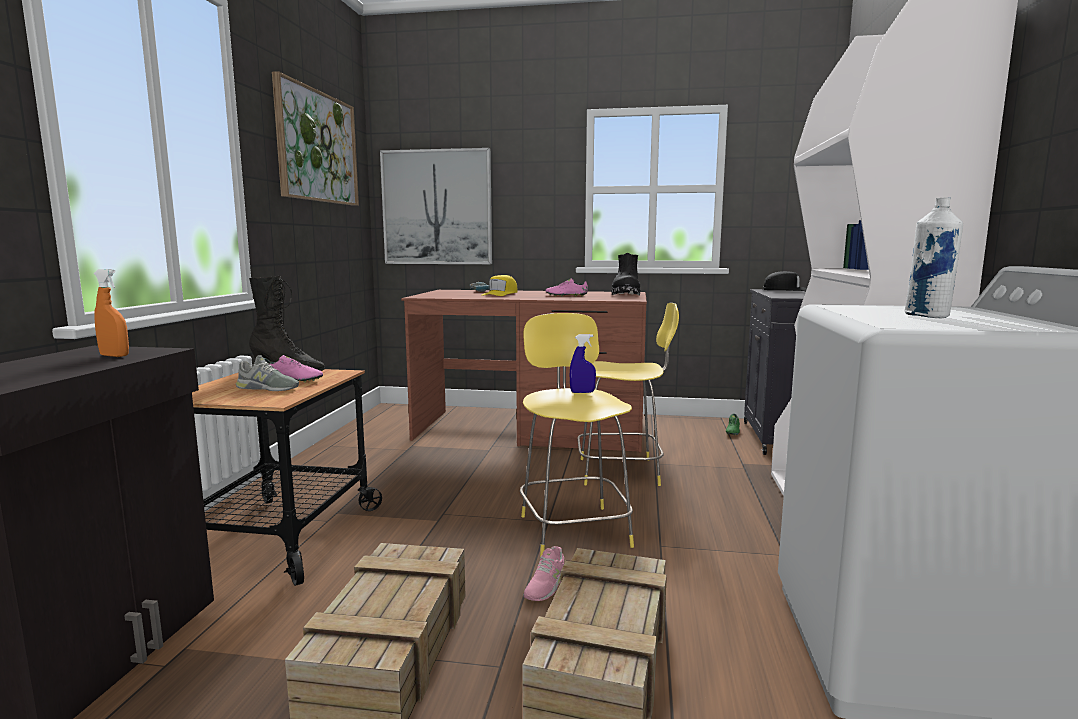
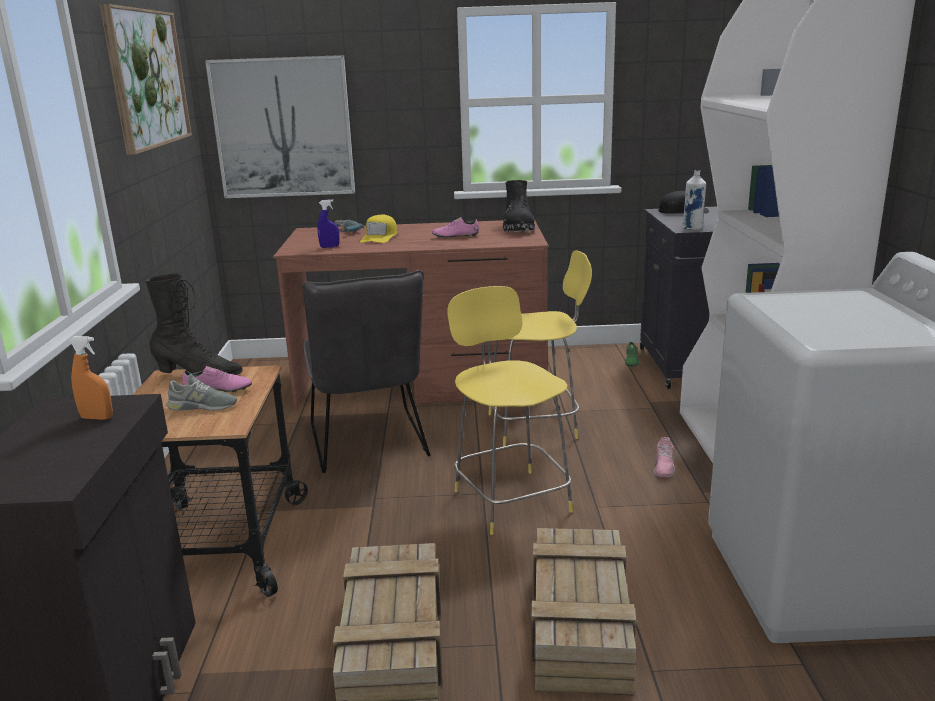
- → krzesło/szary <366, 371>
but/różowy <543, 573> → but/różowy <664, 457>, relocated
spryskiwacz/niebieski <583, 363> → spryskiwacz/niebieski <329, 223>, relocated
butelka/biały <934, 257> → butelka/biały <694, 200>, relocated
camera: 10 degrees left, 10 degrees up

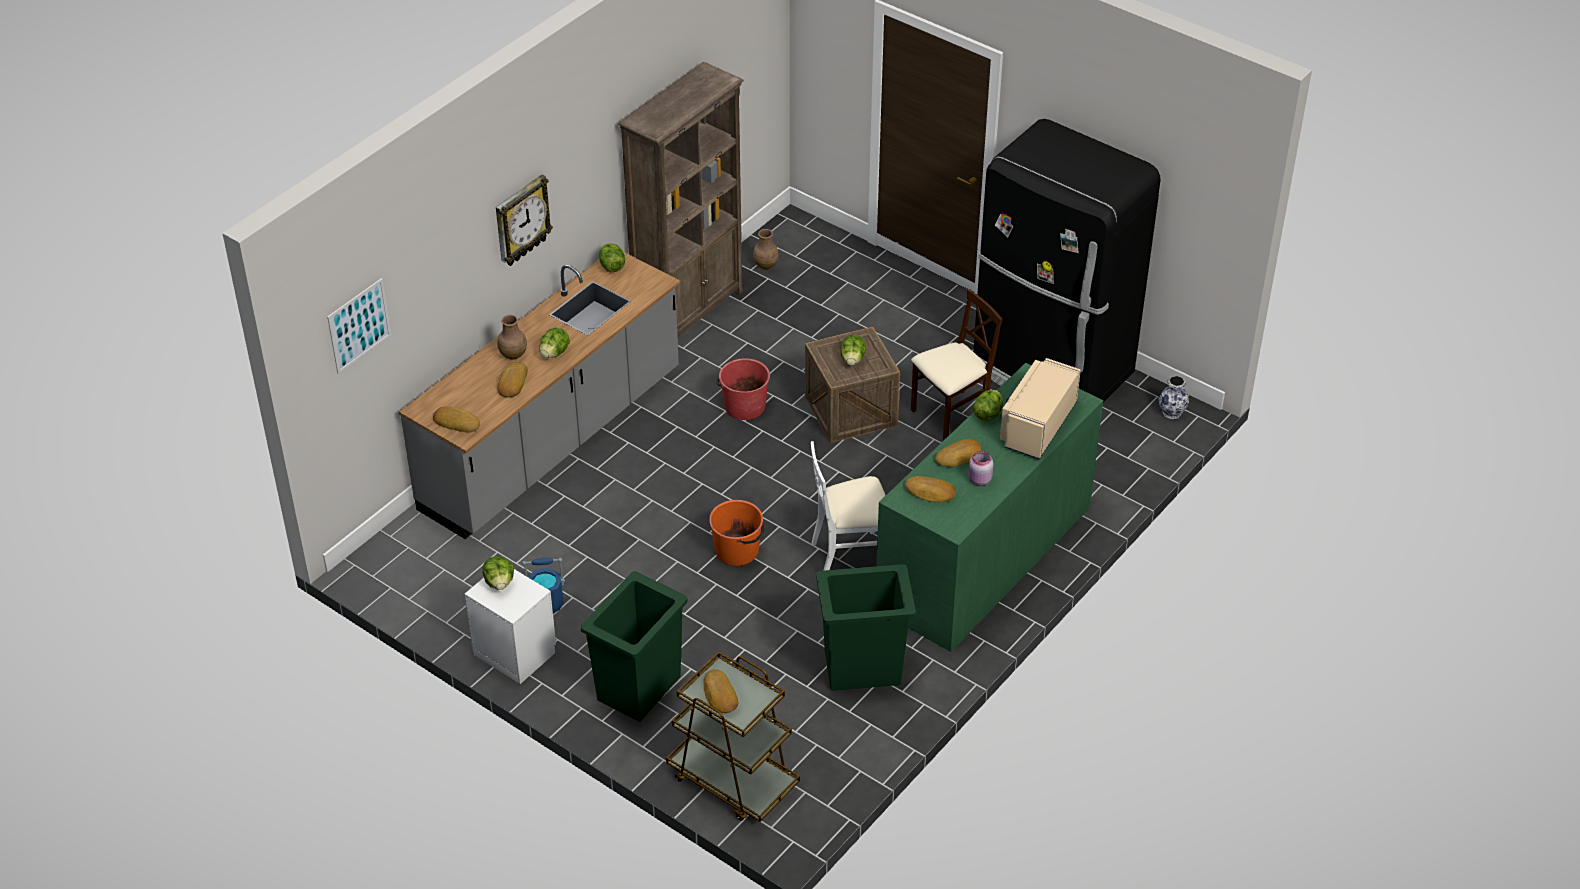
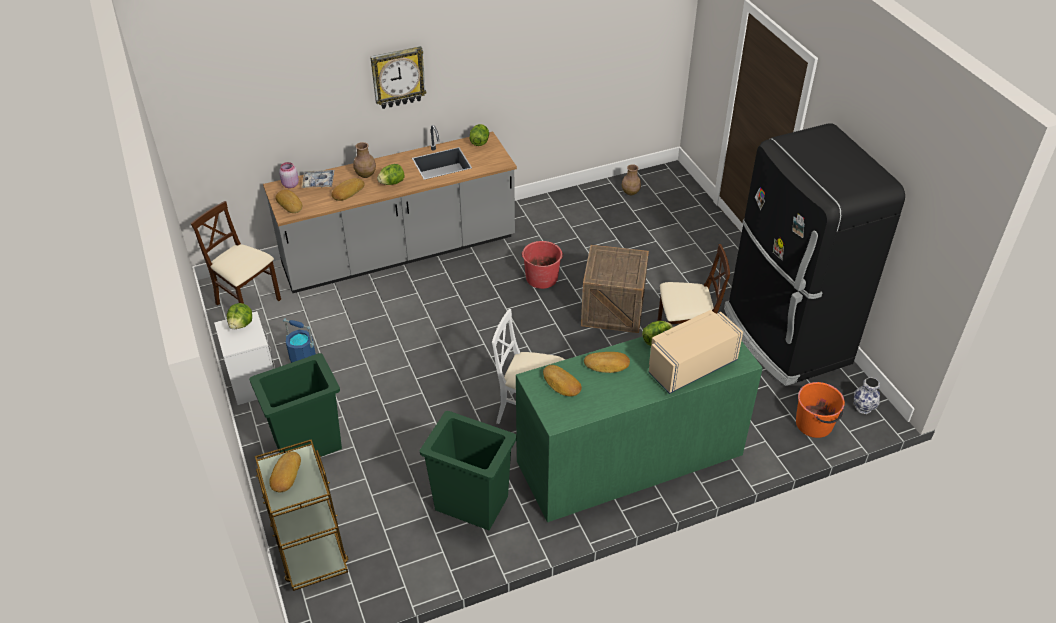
obraz <359, 326> → -
regał/brązowy <681, 199> → -
sałata <853, 350> → -
- → krzesło/beżowy <236, 253>
- → taca <317, 179>
wiadro/pomarańczowy <736, 533> → wiadro/pomarańczowy <820, 410>, relocated
słoik/różowy <980, 468> → słoik/różowy <289, 175>, relocated
camera: 30 degrees right, 0 degrees up

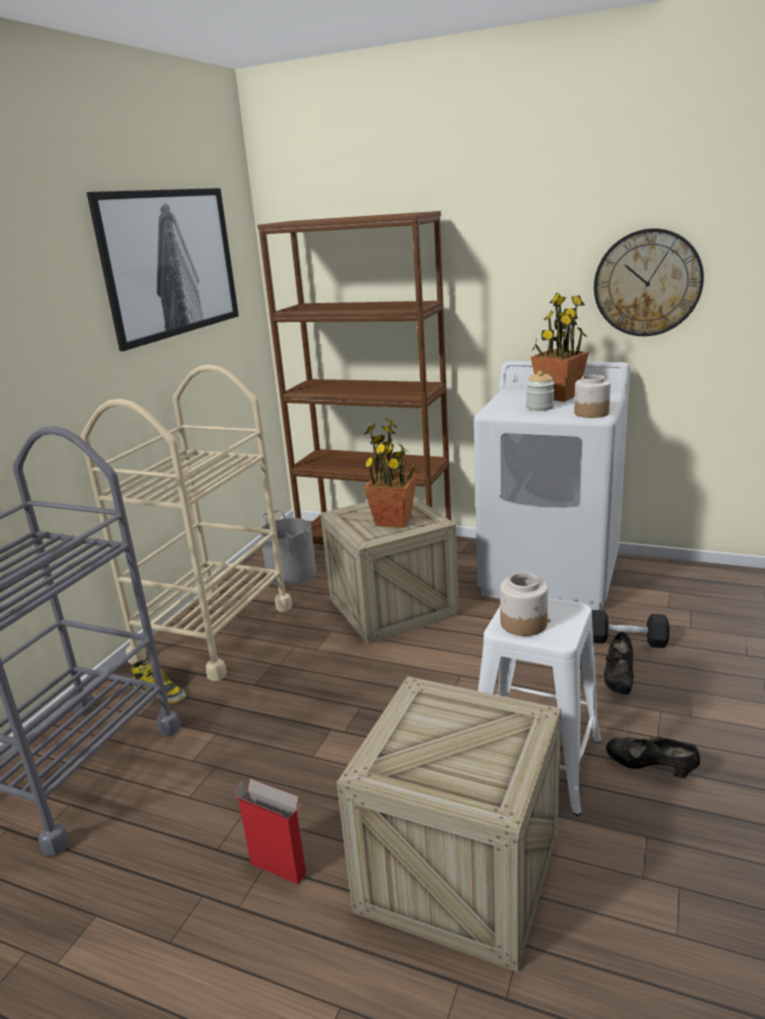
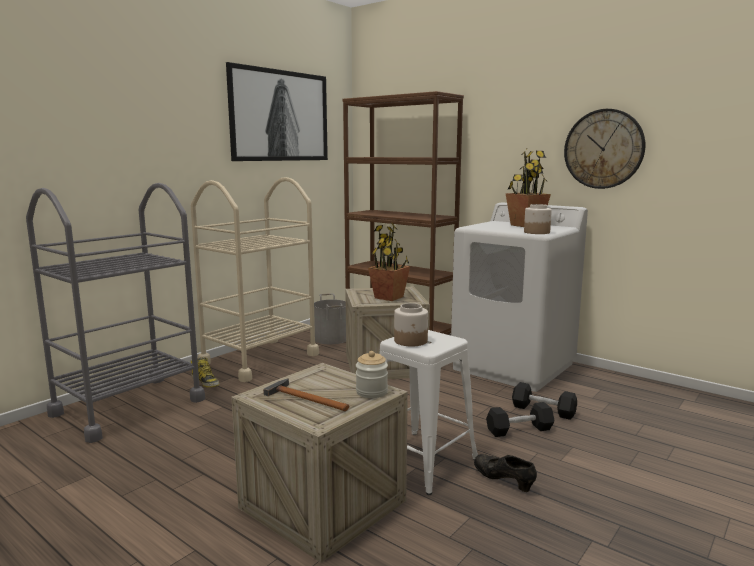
karton <269, 832> → -
- → młotek <306, 394>
słoik <540, 391> → słoik <372, 374>, relocated
but/czarny <619, 663> → hantel/czarny <520, 419>
camera: 15 degrees right, 10 degrees down

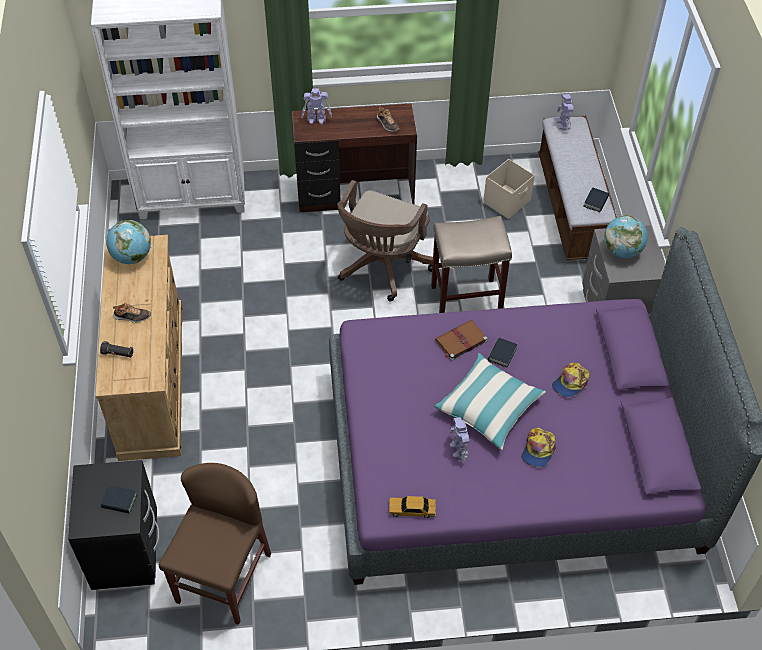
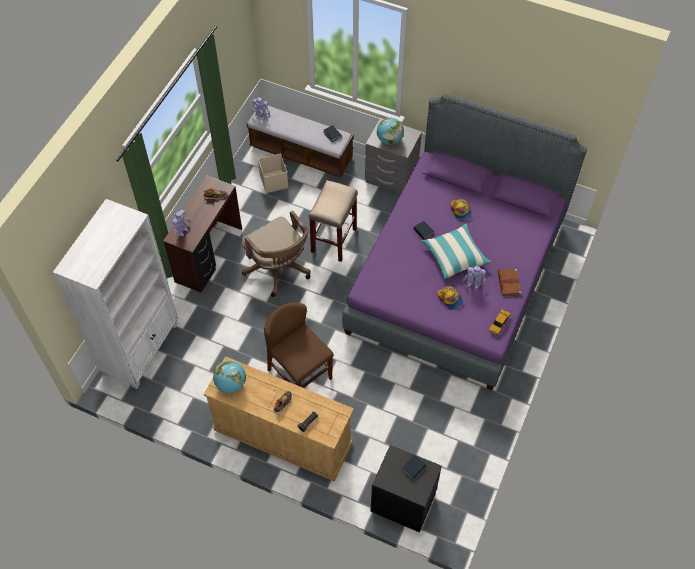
krzesło/brązowy <215, 544> → krzesło/brązowy <298, 345>, relocated
książka/brązowy <461, 340> → książka/brązowy <509, 283>, relocated
czapka z daszkiem <538, 447> → czapka z daszkiem <450, 298>, relocated
camera: 60 degrees left, 5 degrees up

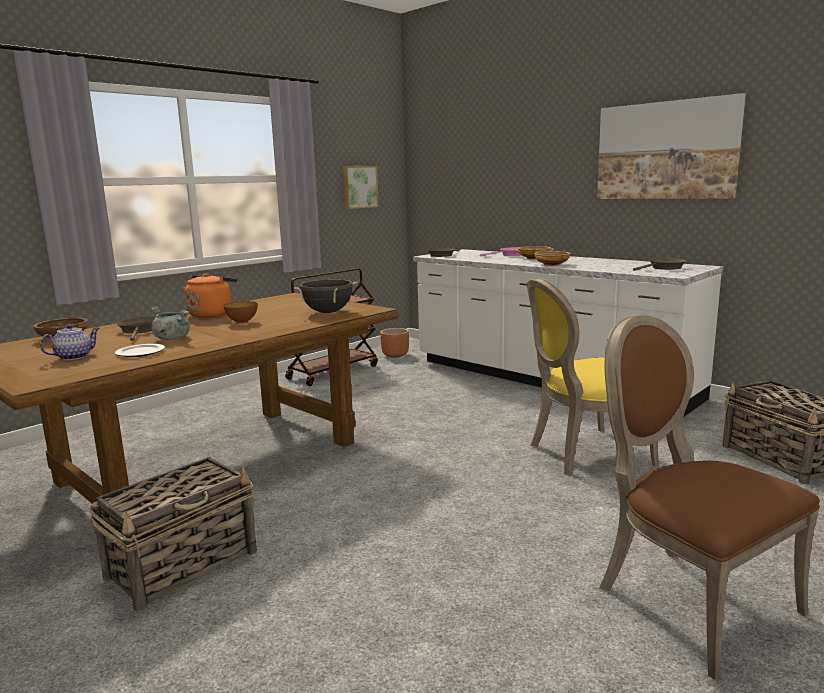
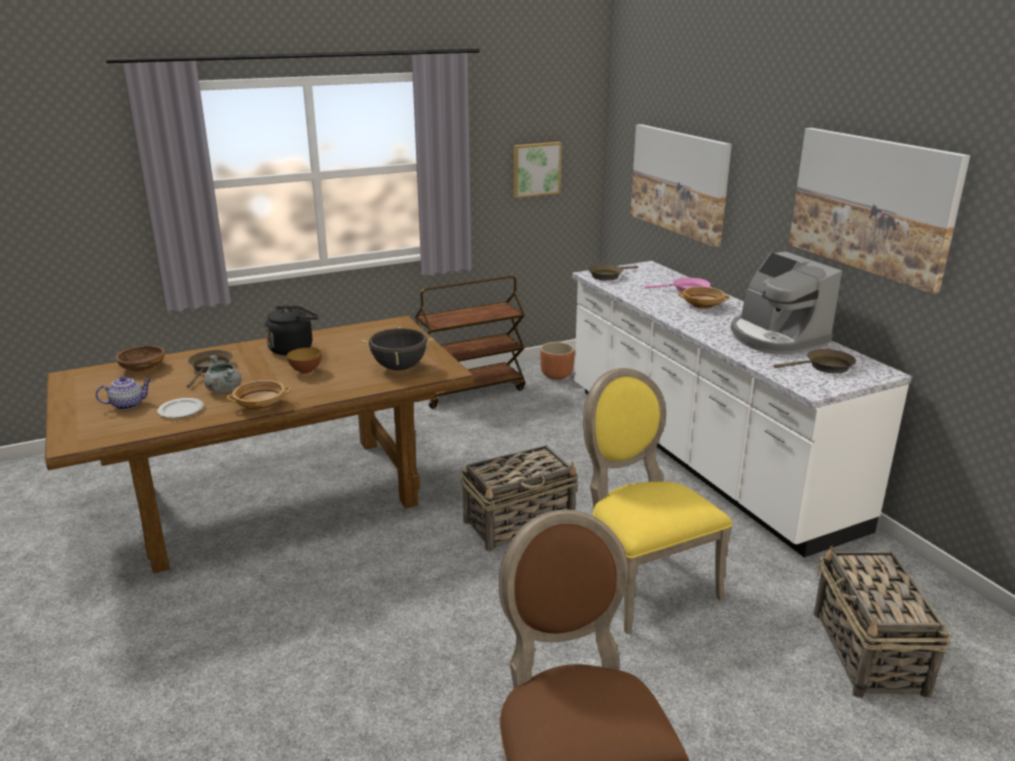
- → obraz <681, 185>
- → ekspres do kawy <786, 302>
koszyk <173, 534> → koszyk <519, 498>, relocated
miska/beżowy <552, 258> → miska/beżowy <259, 395>, relocated
czajnik/pomarańczowy <210, 295> → czajnik/czarny <292, 330>
krzesło/żółty <593, 376> → krzesło/żółty <657, 501>, 60 degrees clockwise
camera: 20 degrees right, 10 degrees up

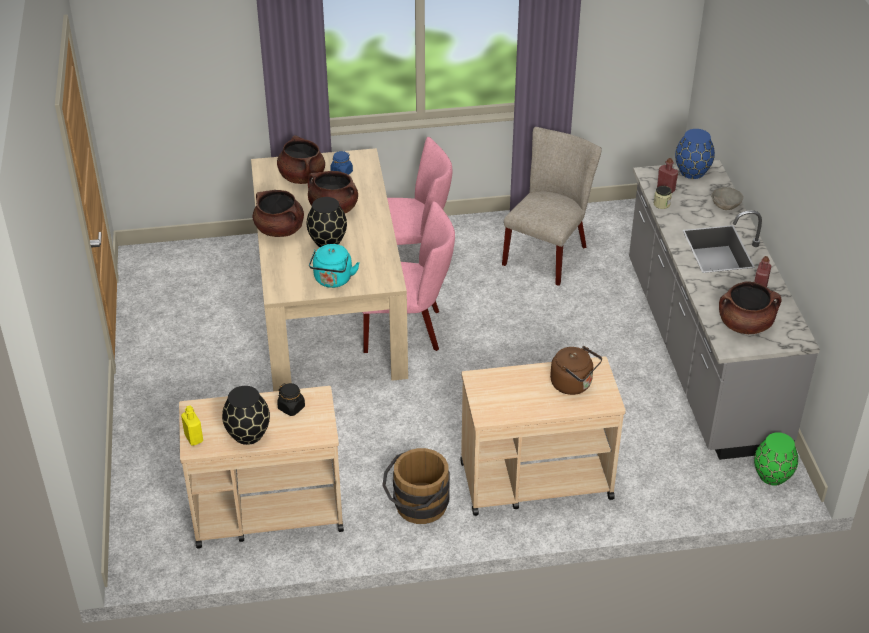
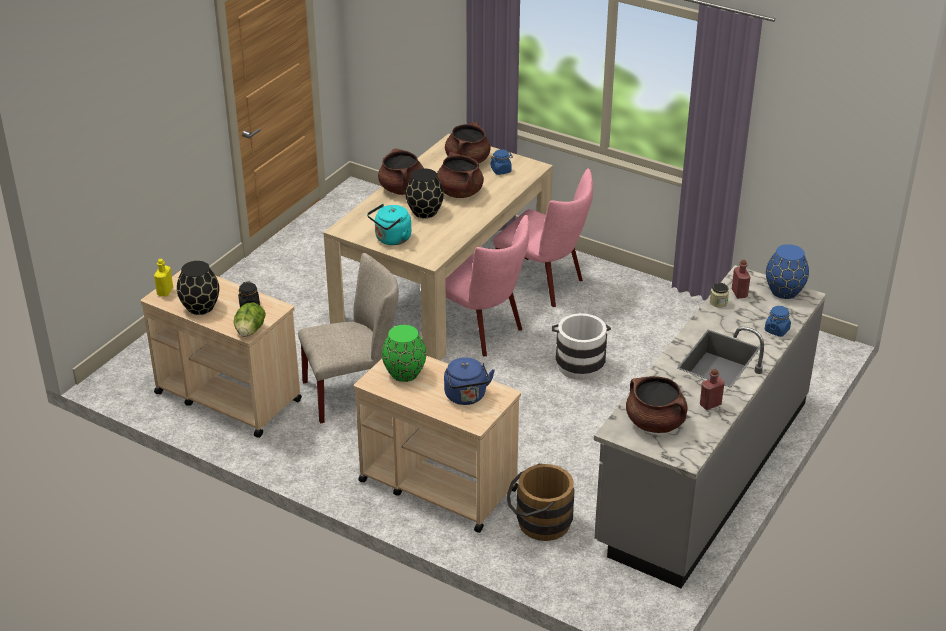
- → sałata <250, 319>
- → wiadro/biały <581, 346>
wiadro/brązowy <416, 486> → wiadro/brązowy <541, 502>, relocated
krzesło/beżowy <552, 206> → krzesło/beżowy <348, 338>, relocated
wazon/zielony <776, 459> → wazon/zielony <404, 353>, relocated
miska/szary <727, 198> → słoik/niebieski <778, 321>
czajnik/brązowy <576, 370> → czajnik/niebieski <469, 381>
camera: 40 degrees right, 5 degrees down

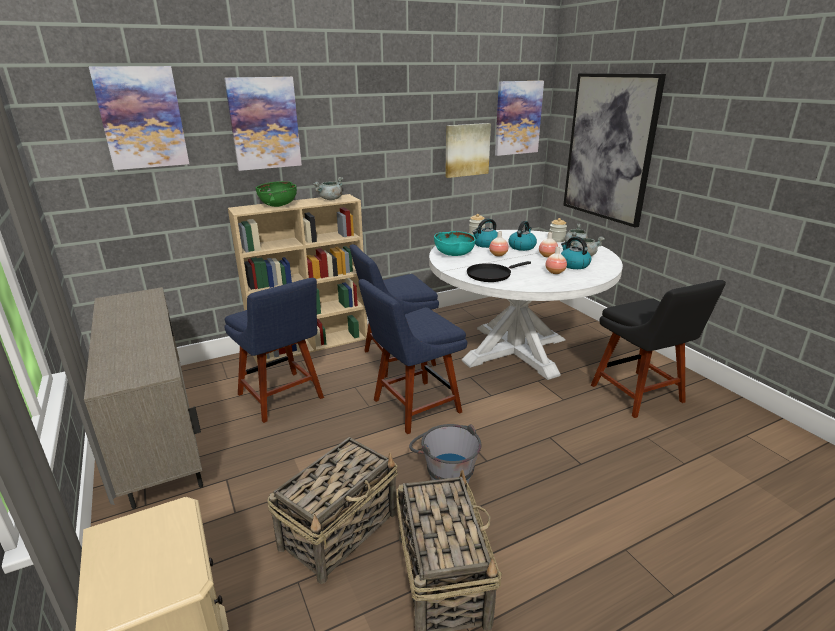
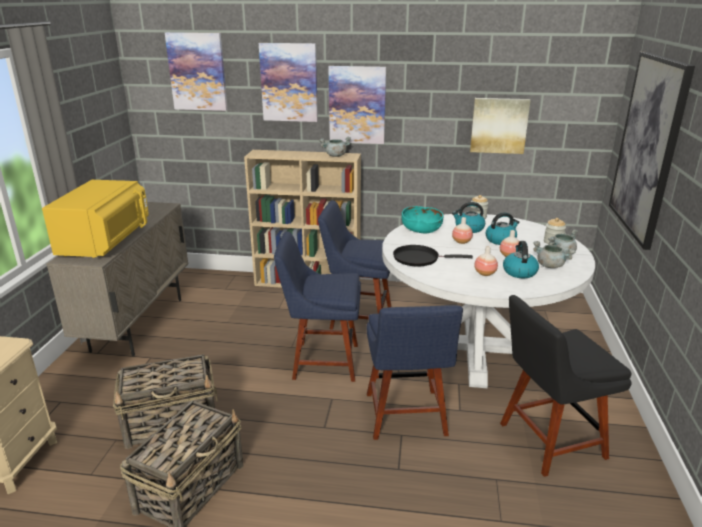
miska/zielony <276, 194> → -
wiadro/szary <445, 453> → -
- → mikrofalówka/żółty <95, 219>
krzesło/niebieski <274, 350> → krzesło/niebieski <415, 372>, relocated
obraz <519, 118> → obraz <357, 105>, relocated
krzesło/czarny <658, 349> → krzesło/czarny <566, 386>, 60 degrees clockwise
camera: 35 degrees right, 0 degrees up

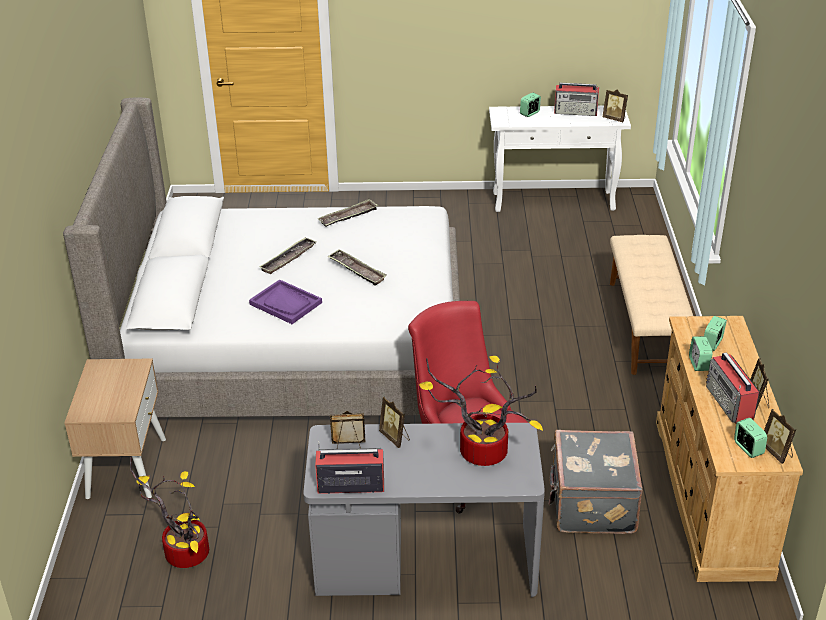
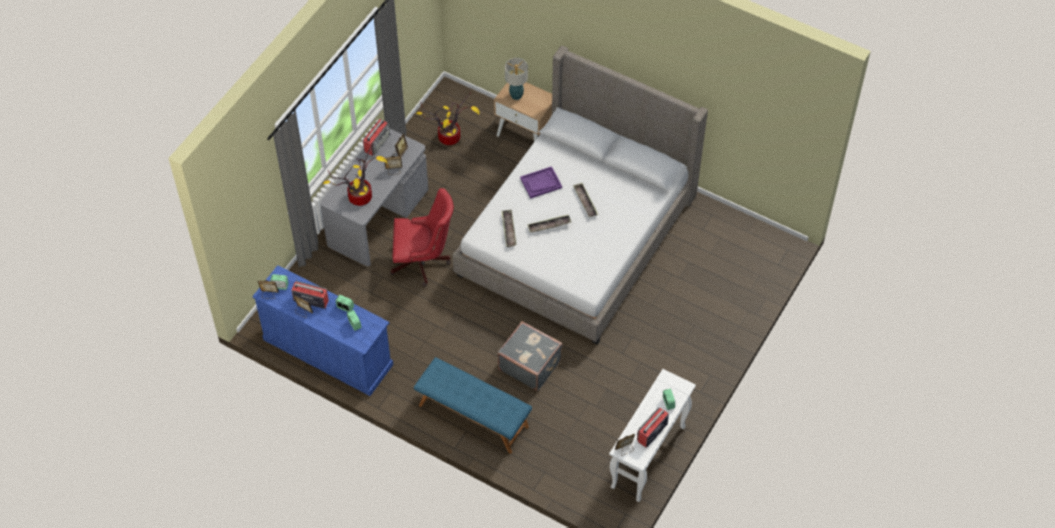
- → lampa stołowa <516, 79>
taca <348, 213> → taca <509, 228>, relocated
walizka/szary <596, 482> → walizka/szary <530, 356>, relocated
ławka/beżowy <651, 305> → ławka/niebieski <473, 405>
komoda/beżowy <729, 449> → komoda/niebieski <322, 330>
camera: 120 degrees right, 20 degrees up

